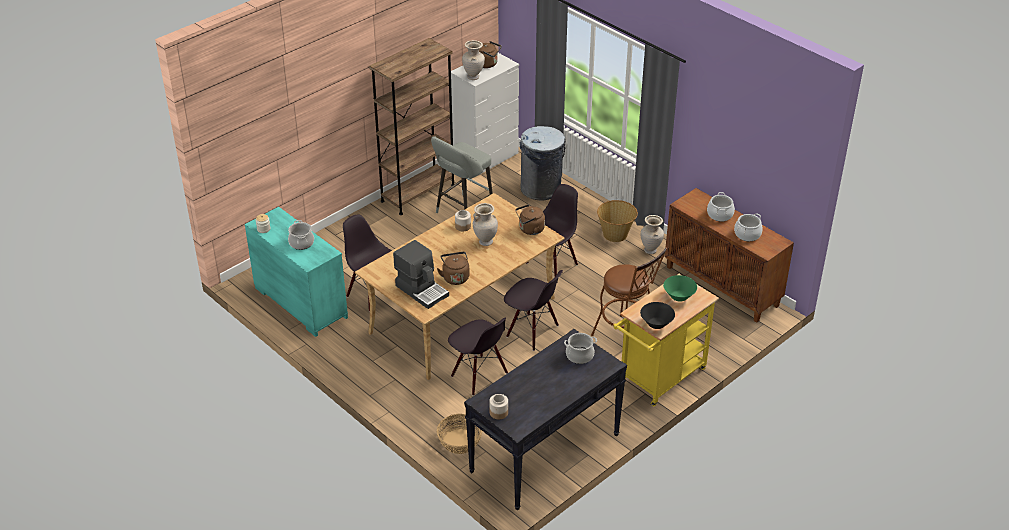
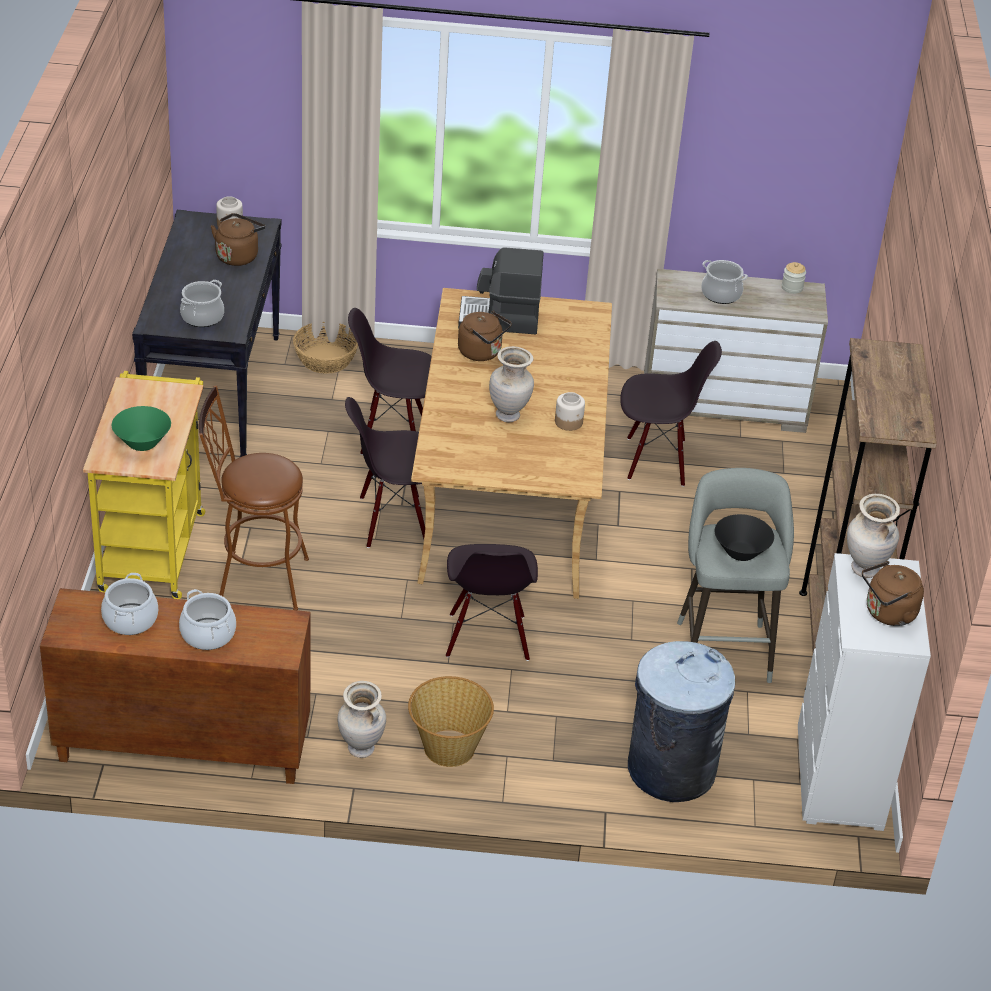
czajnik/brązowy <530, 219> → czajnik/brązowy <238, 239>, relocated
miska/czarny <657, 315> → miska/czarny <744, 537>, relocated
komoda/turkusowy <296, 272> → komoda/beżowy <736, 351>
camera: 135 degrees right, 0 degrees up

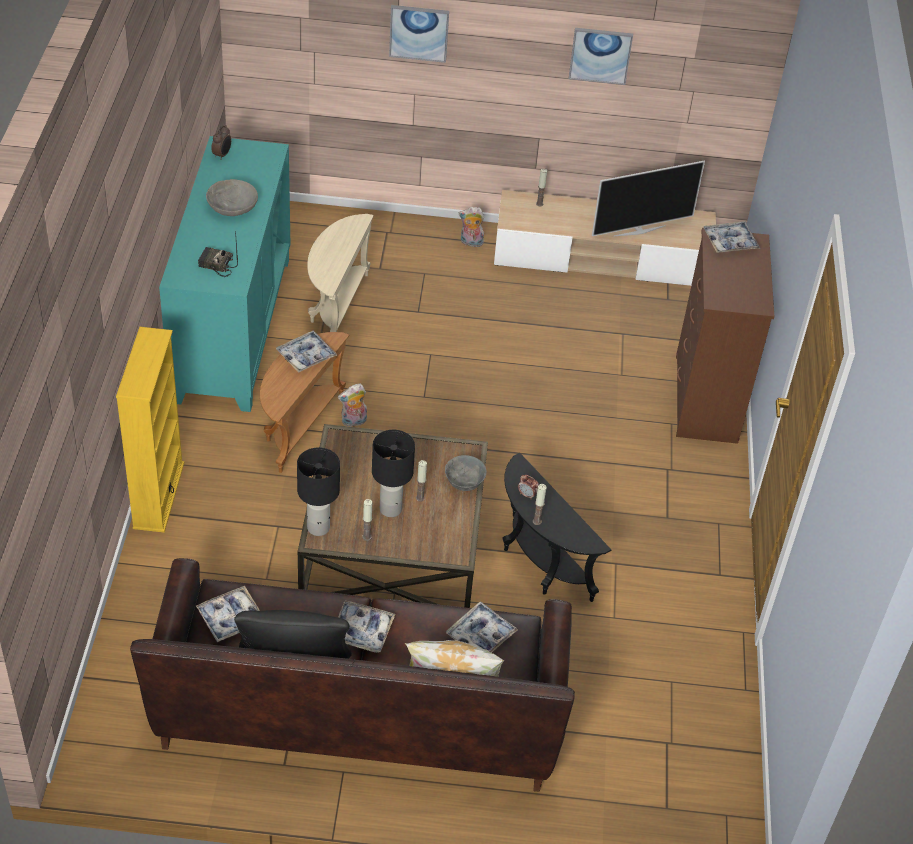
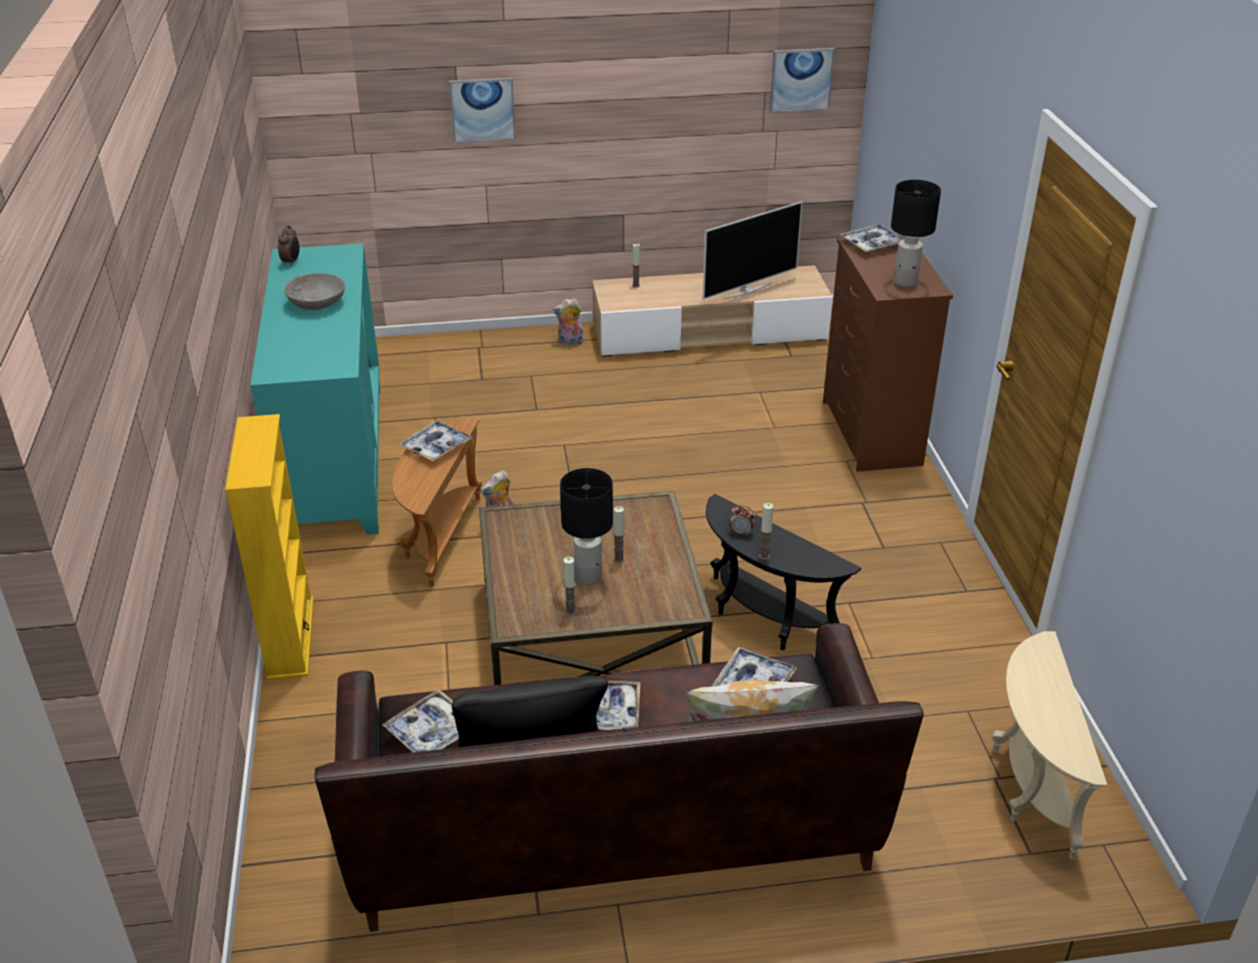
radio <218, 254> → -
miska/szary <465, 473> → -
lampa stołowa/czarny <318, 491> → lampa stołowa/czarny <916, 233>, relocated
stolik/beżowy <340, 273> → stolik/beżowy <1049, 745>, relocated
obraz <601, 56> → obraz <802, 80>, relocated
camera: 10 degrees left, 10 degrees down

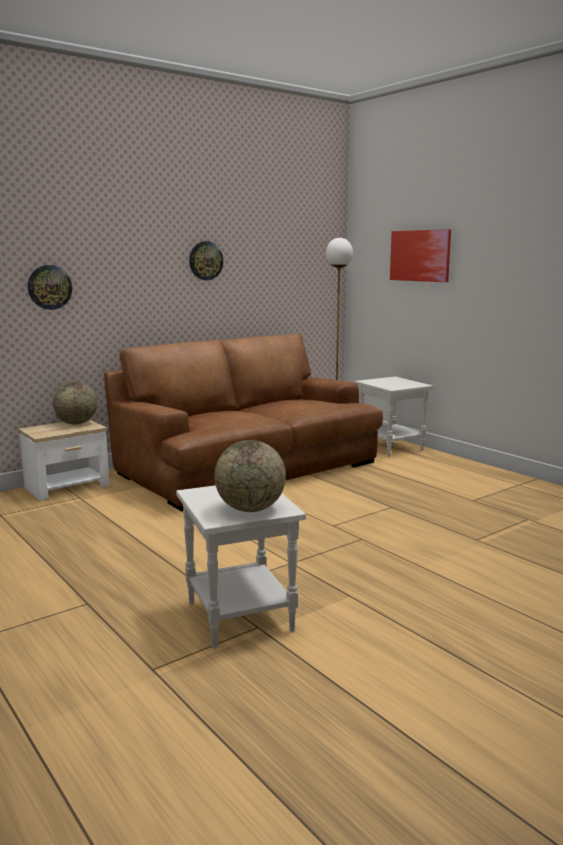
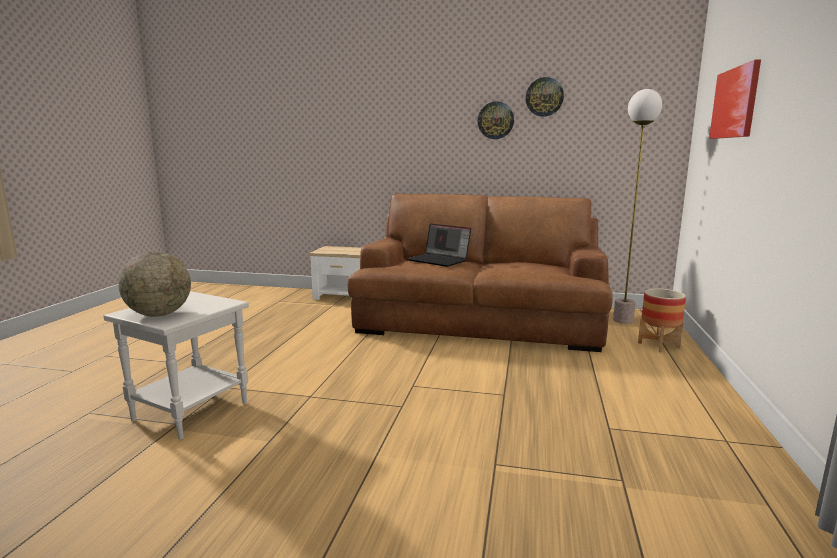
globus <75, 403> → -
- → laptop <439, 245>
zegar ścienny <50, 287> → zegar ścienny <545, 97>, relocated
stolik/biały <394, 416> → donica <662, 320>
camera: 50 degrees right, 0 degrees up

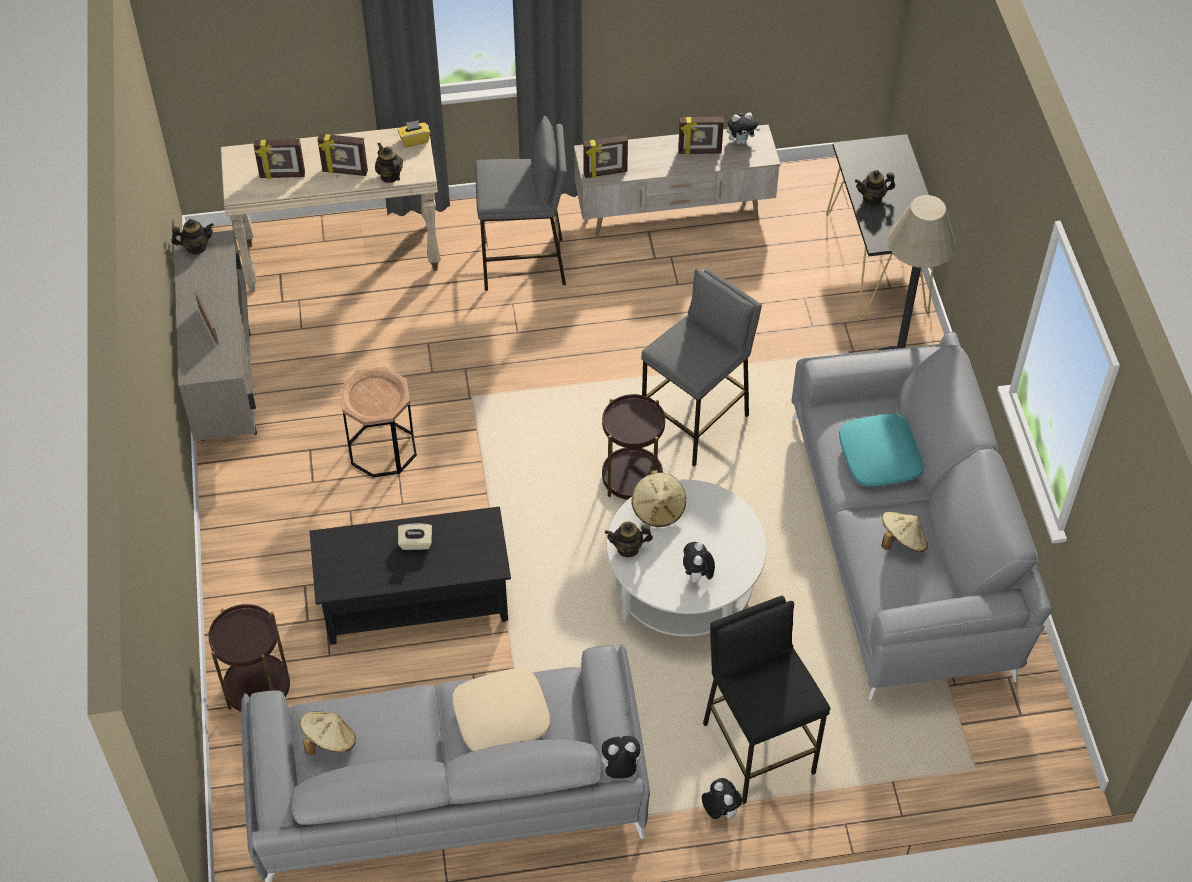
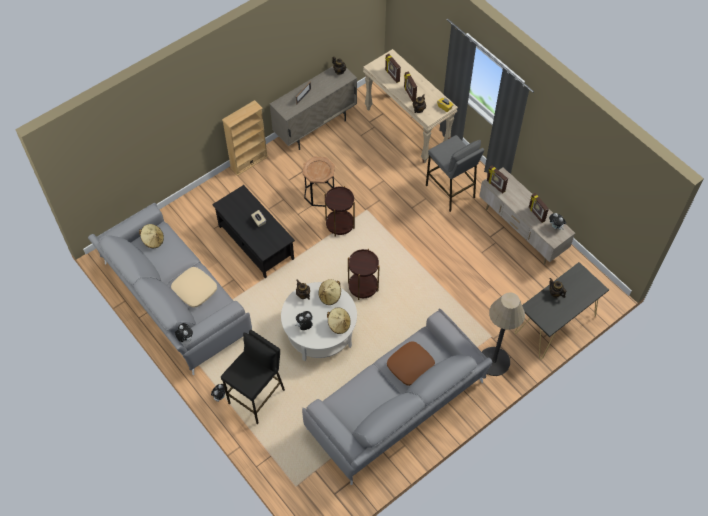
stołek/szary <701, 367> → -
- → regał/beżowy <245, 138>
stolik/brązowy <249, 658> → stolik/brązowy <340, 211>, relocated
kapelusz/beżowy <904, 532> → kapelusz/beżowy <339, 321>, relocated
poduszka/turkusowy <881, 450> → poduszka/brązowy <411, 363>
camera: 60 degrees right, 5 degrees up

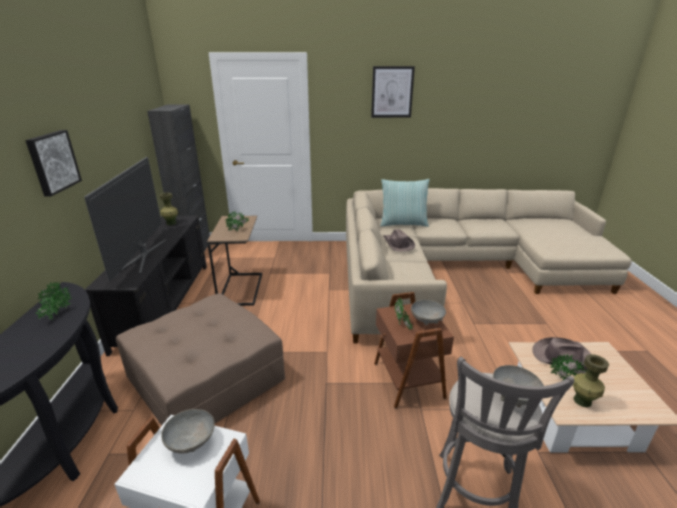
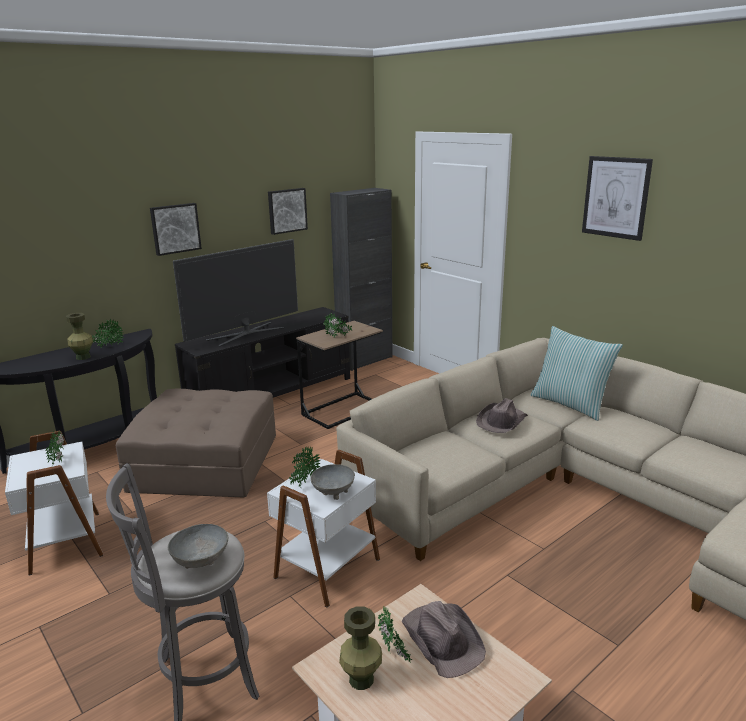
- → obraz <288, 211>
wazon/zielony <168, 209> → wazon/zielony <79, 336>, relocated
miska/szary <188, 431> → roślina doniczkowa <54, 448>
stolik/brązowy <414, 350> → stolik/biały <323, 529>
camera: 50 degrees right, 5 degrees down

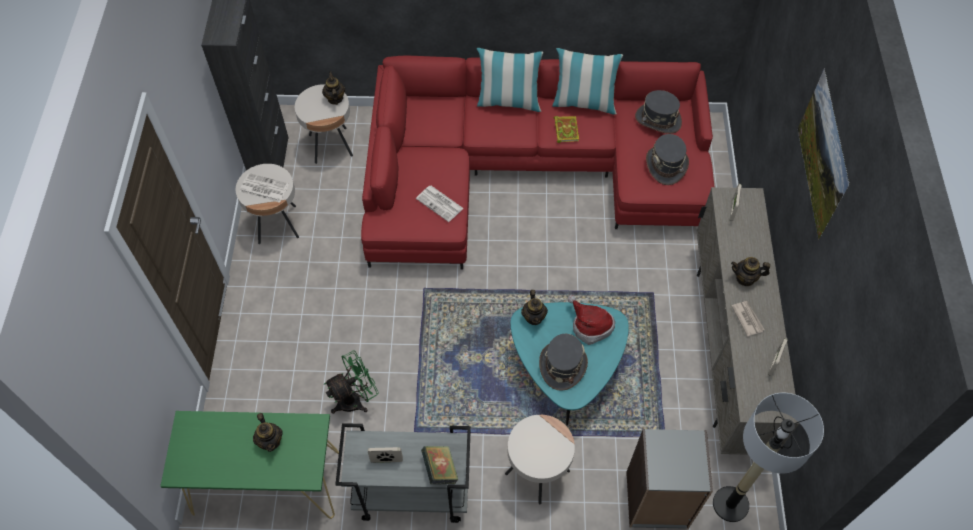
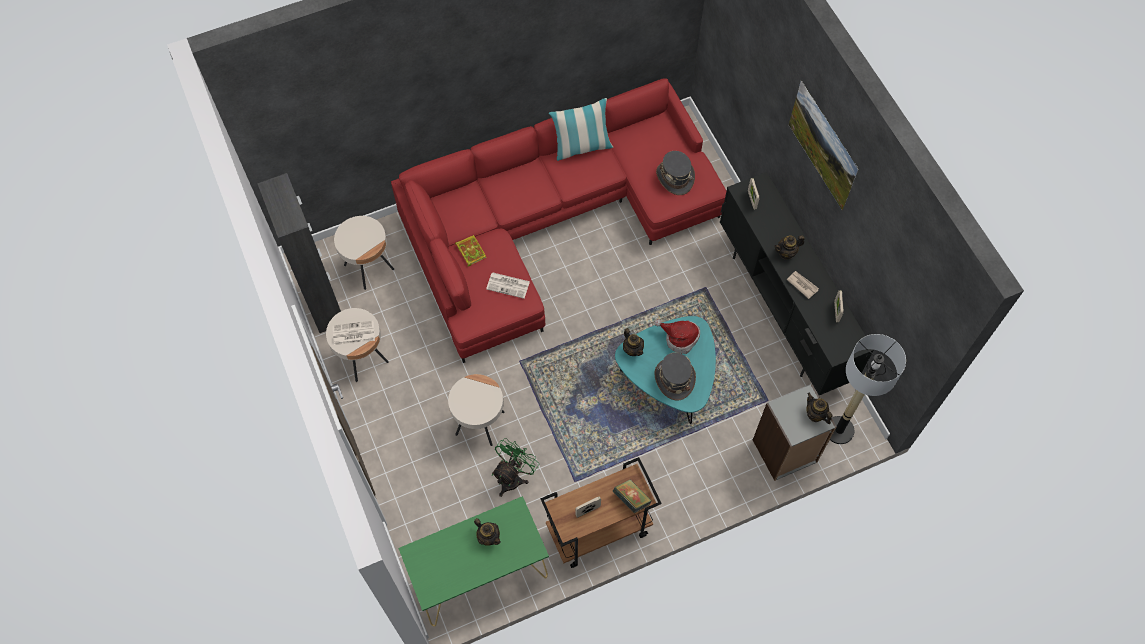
poduszka <510, 80> → -
kapelusz/szary <658, 112> → -
imbryk <333, 88> → imbryk <819, 408>, relocated
stolik/beżowy <540, 459> → stolik/beżowy <476, 410>, relocated
książka <566, 129> → książka <470, 251>, relocated
wózek/szary <403, 473> → wózek/brązowy <601, 512>
szafka pod telewizor/beżowy <748, 321> → szafka pod telewizor/czarny <797, 283>
camera: 25 degrees left, 5 degrees up

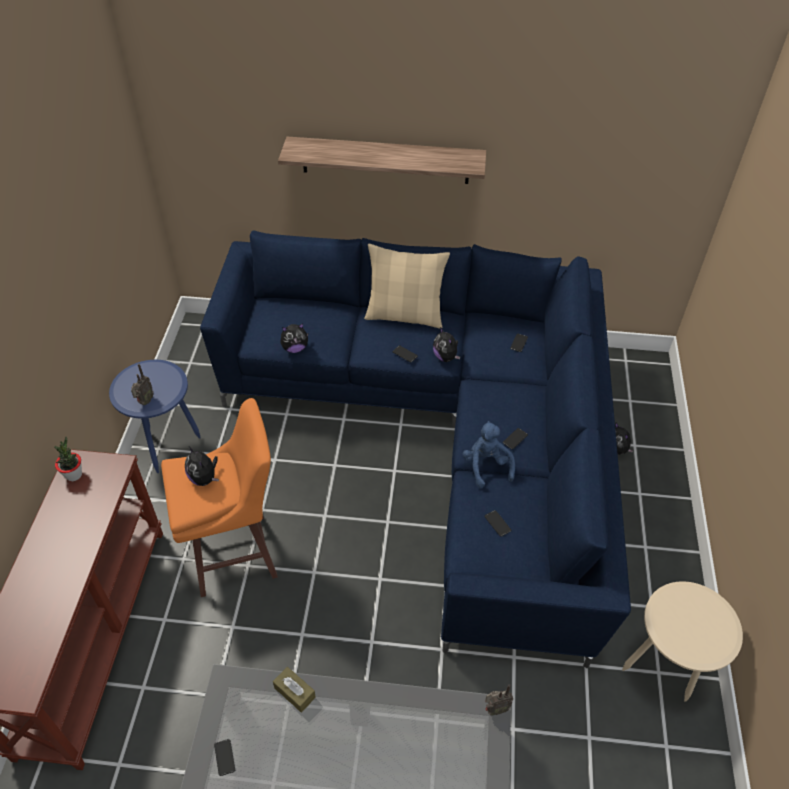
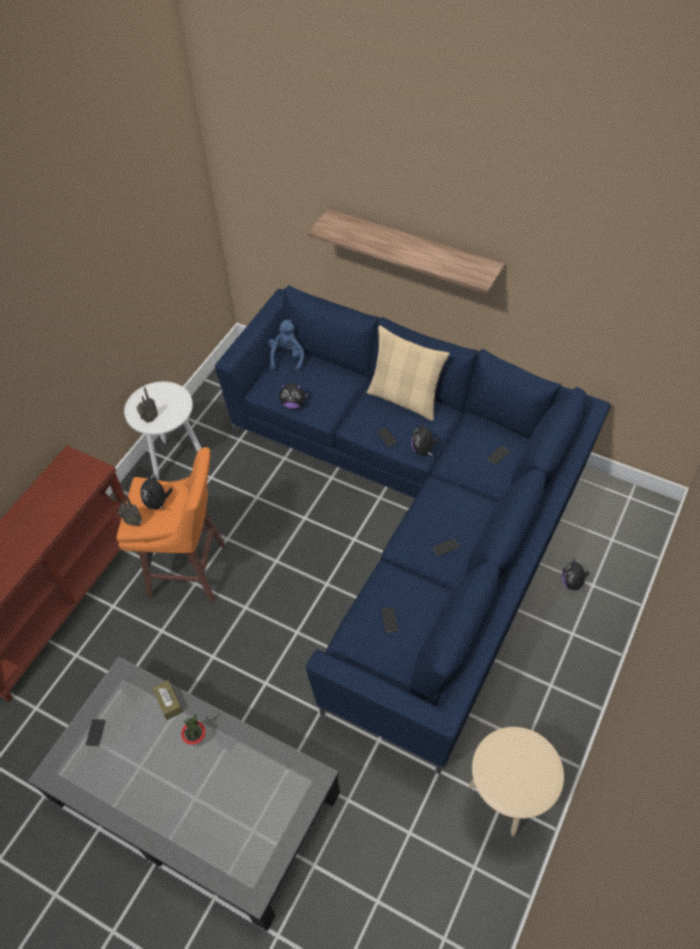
roślina doniczkowa <68, 459> → roślina doniczkowa <193, 730>, relocated
pluszak/niebieski <489, 454> → pluszak/niebieski <286, 346>, relocated
radio <499, 700> → radio <130, 510>, relocated
stolik/niebieski <155, 416> → stolik/biały <162, 431>
camera: 25 degrees right, 5 degrees up

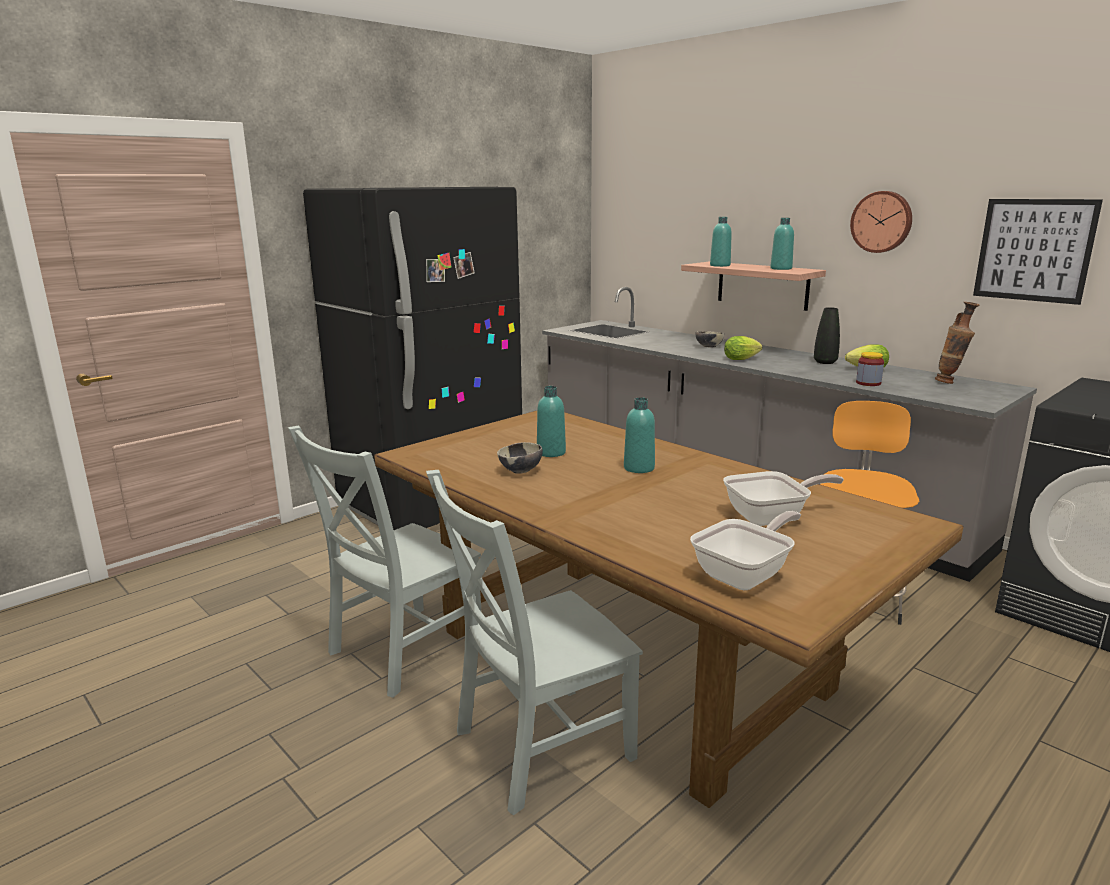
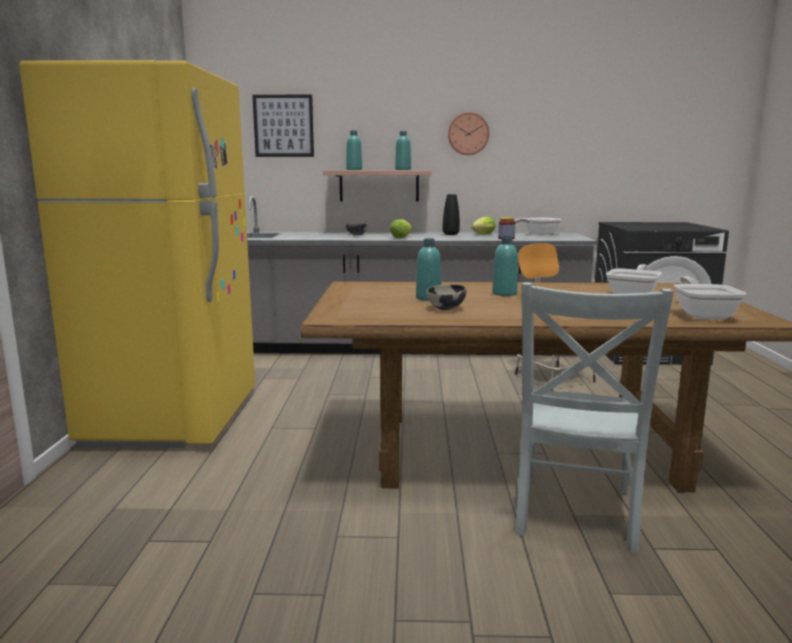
krzesło/szary <385, 562> → -
obraz <1038, 252> → obraz <283, 126>, relocated
wazon <957, 343> → patelnia <538, 226>
lodówka/czarny <412, 358> → lodówka/żółty <137, 254>
camera: 45 degrees left, 5 degrees down

